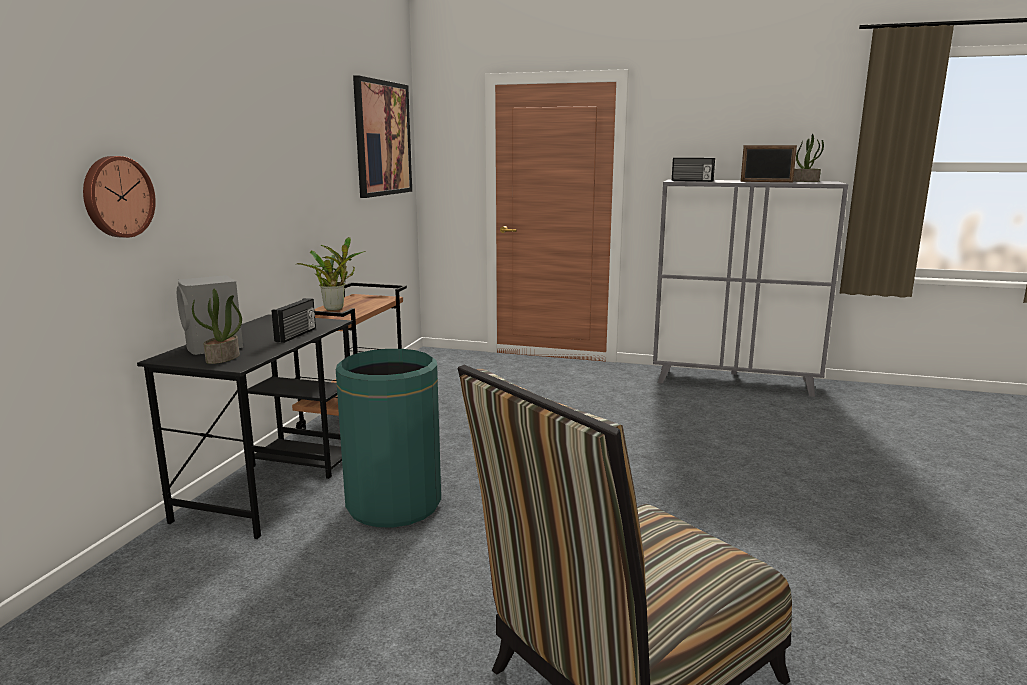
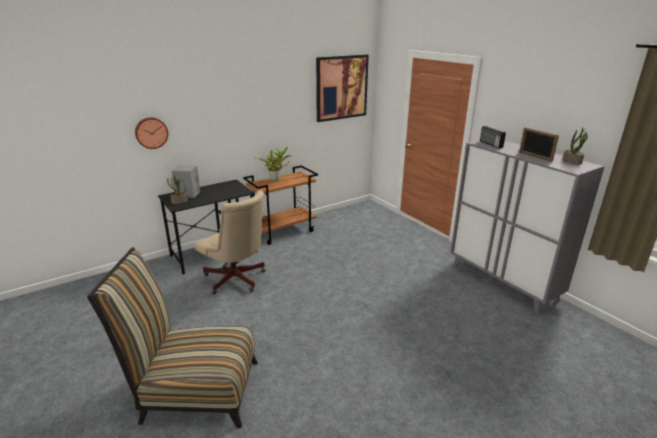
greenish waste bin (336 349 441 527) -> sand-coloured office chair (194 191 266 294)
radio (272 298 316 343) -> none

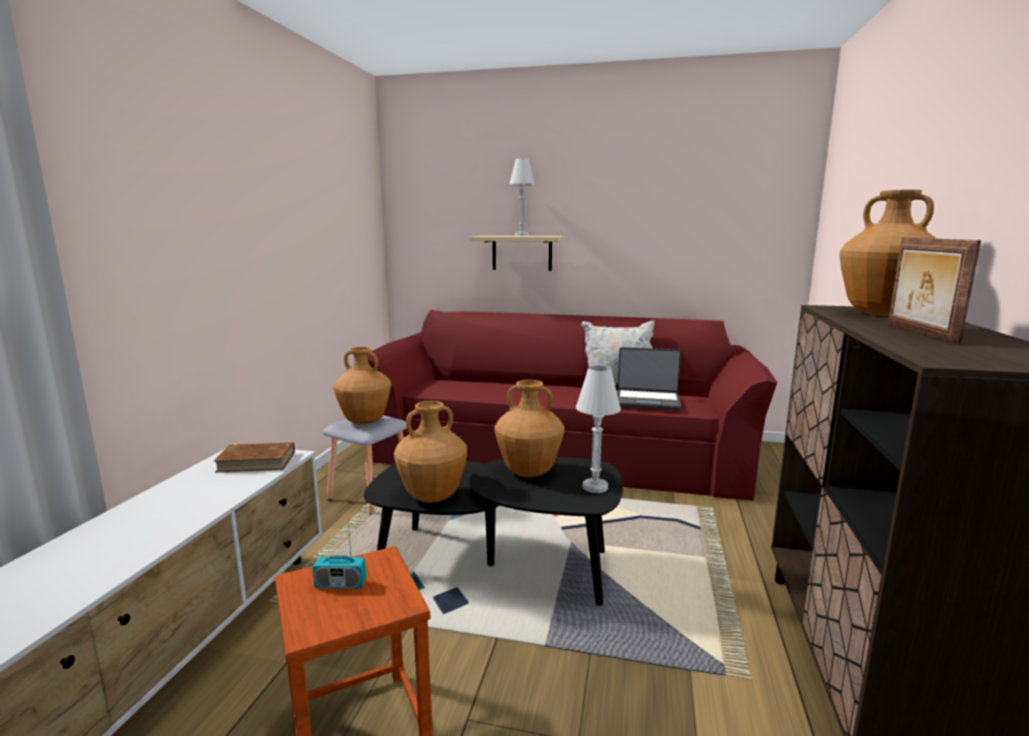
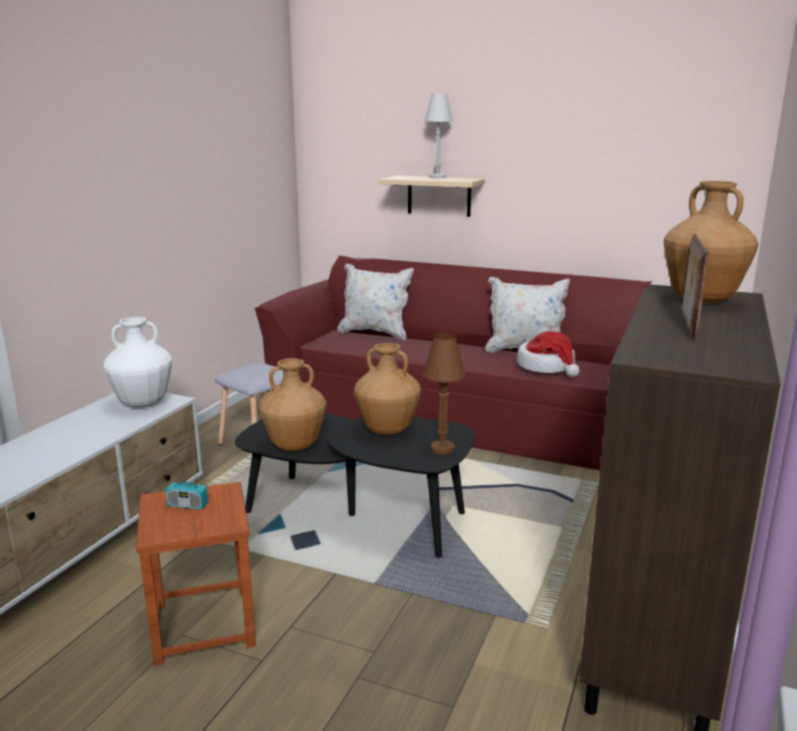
brown-coloured book (213 442 295 472) -> white-coloured flower vase (103 317 172 407)
none -> white-coloured throw pillow (337 263 414 340)
white-coloured tabletop lamp (576 365 621 493) -> brown-coloured tabletop lamp (423 334 466 454)
laptop (617 347 681 410) -> hat (517 331 580 377)
brown-coloured flower vase (333 347 391 424) -> none

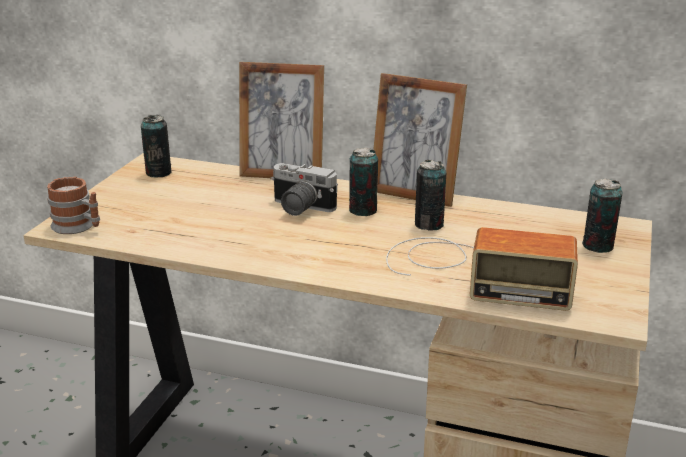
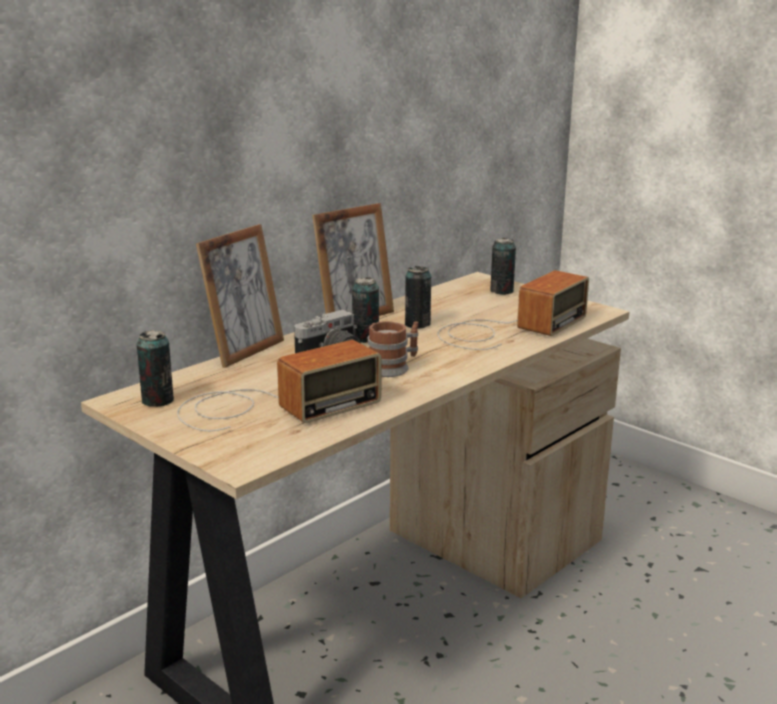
none -> radio (177 340 381 431)
mug (47 177 100 234) -> mug (368 321 418 377), relocated

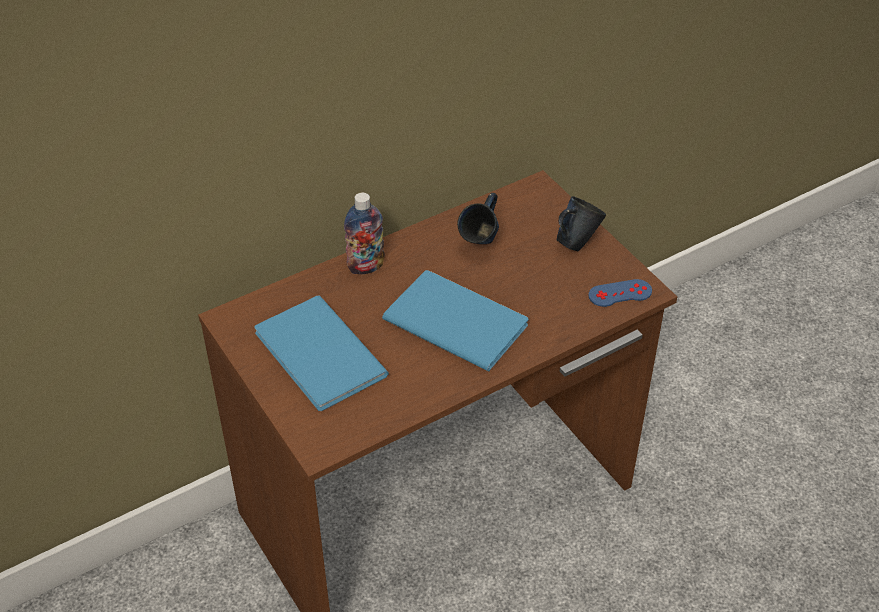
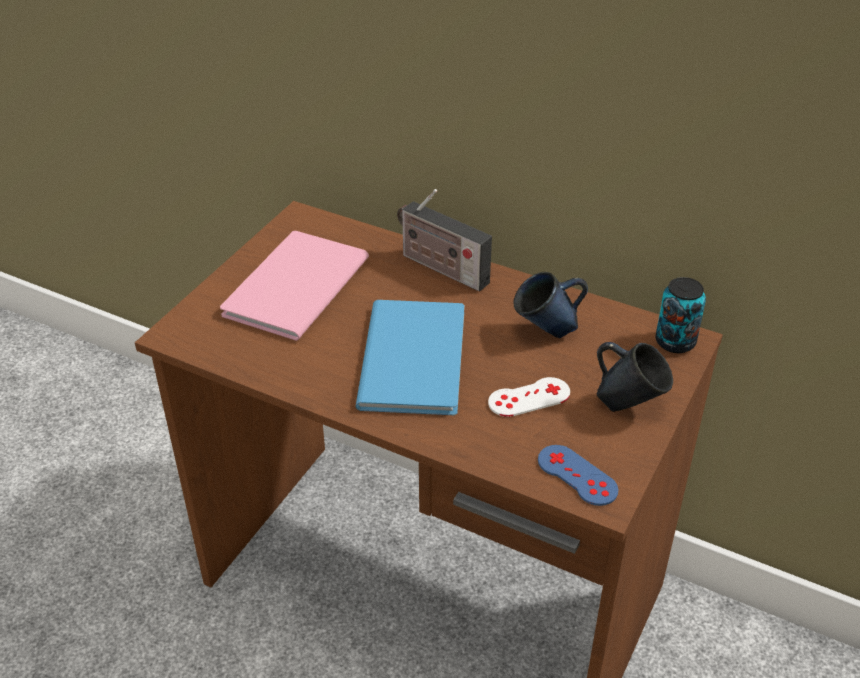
blue book (254 295 389 411) -> pink-coloured book (220 231 369 341)
bottle (344 193 384 274) -> radio (397 189 492 292)
none -> white-coloured joypad (488 377 570 417)
none -> can (655 277 706 353)

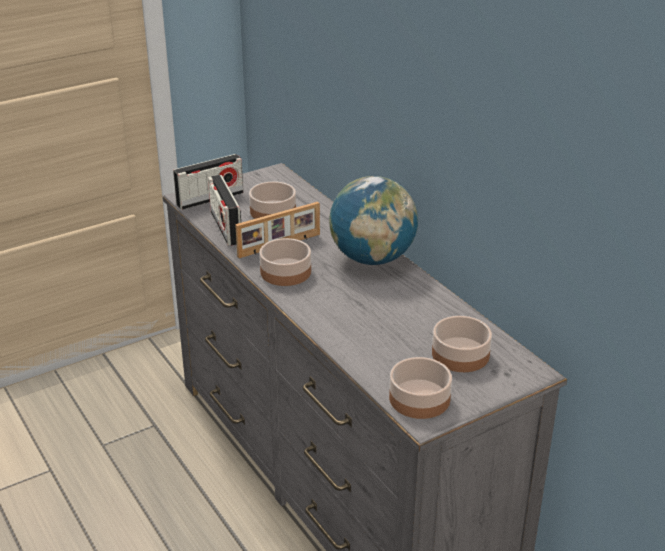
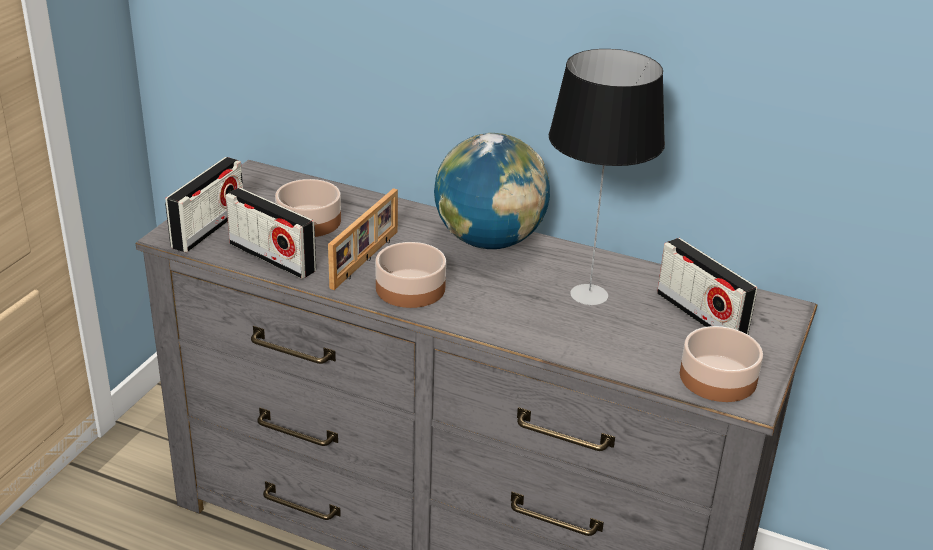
none -> tabletop lamp (549 49 665 305)
serving bowl (432 316 492 372) -> radio (657 238 758 335)

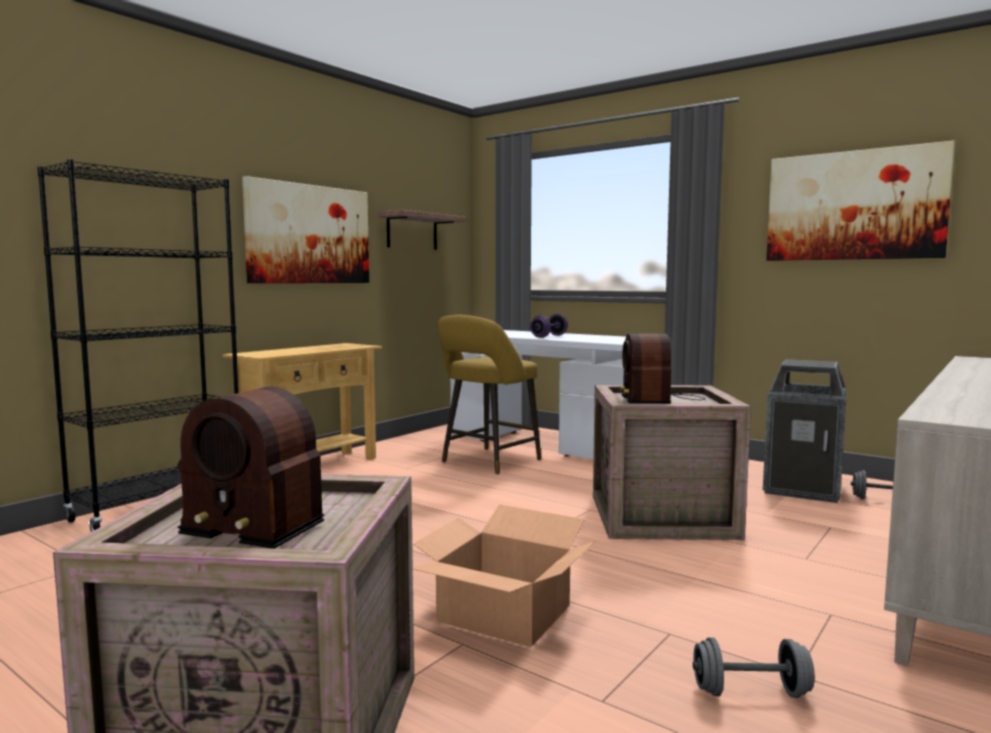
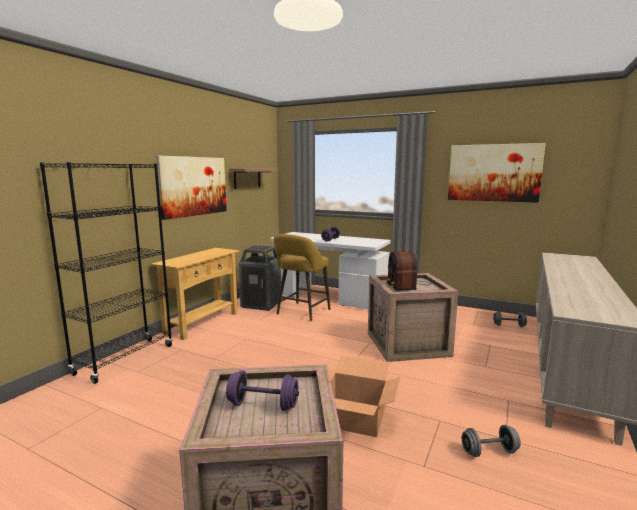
radio (177 387 324 549) -> purplish dumbbell (226 370 299 411)
waste bin (763 359 847 503) -> waste bin (239 245 281 311), relocated

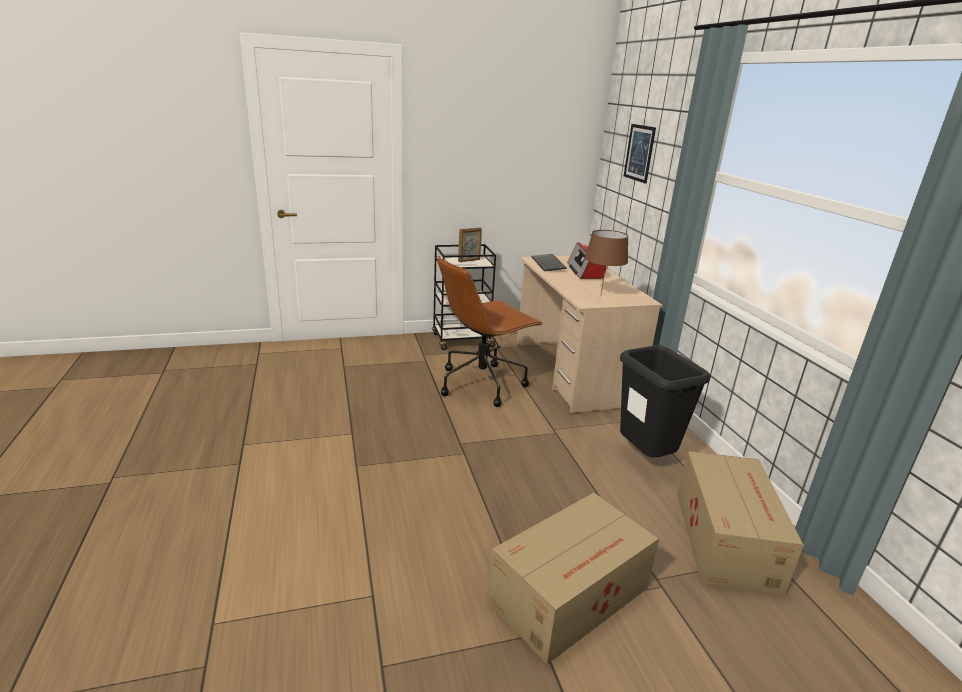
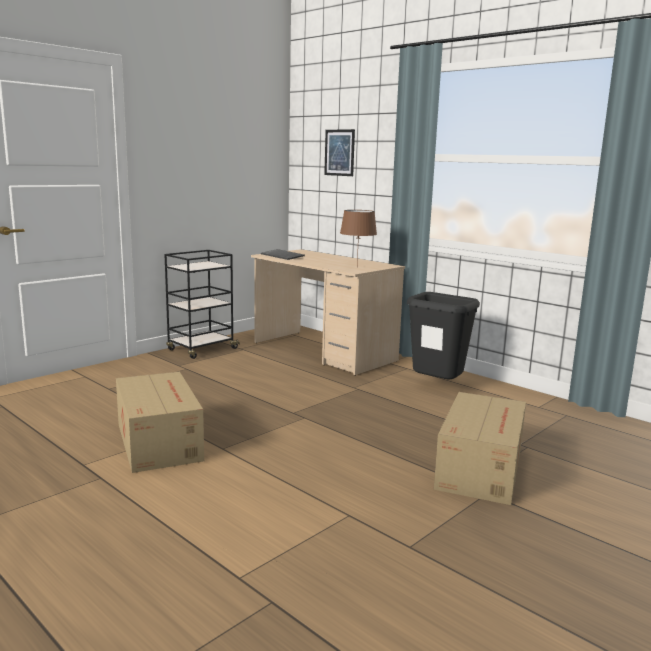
carton (677 451 804 595) -> carton (116 371 204 473), relocated
brown-coloured office chair (437 257 543 407) -> none
photo frame (458 227 482 262) -> none
radio (567 242 607 279) -> none

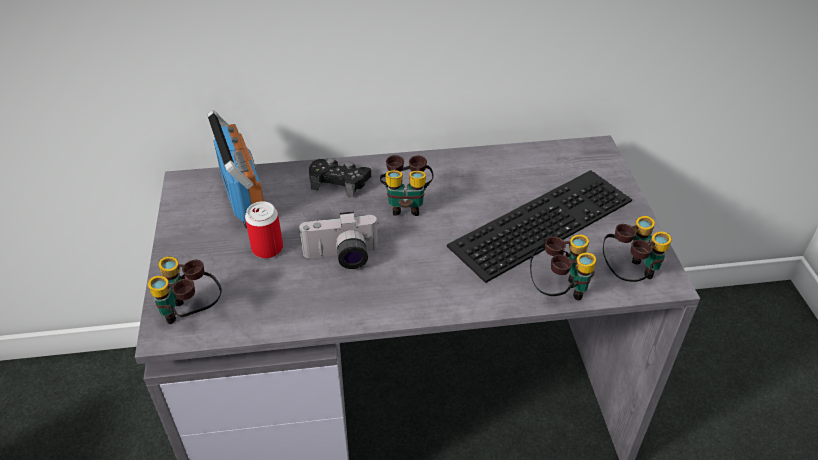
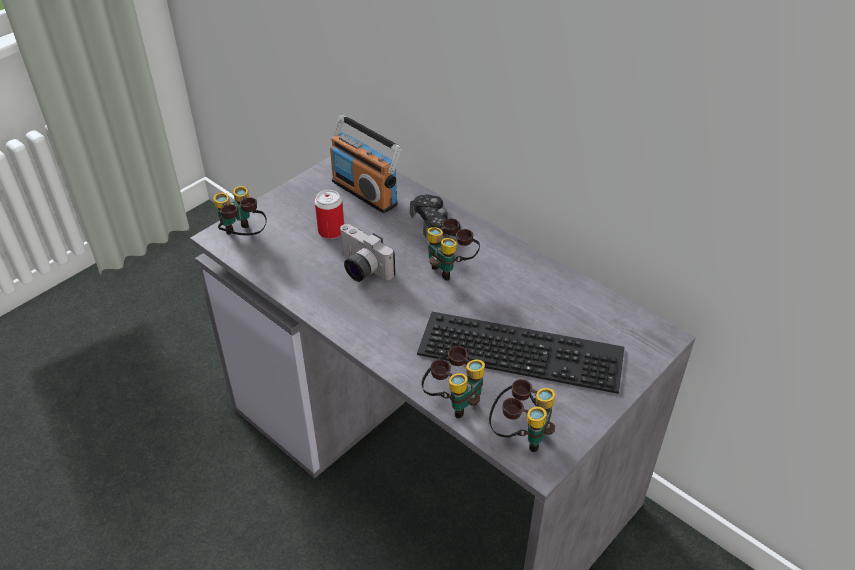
radio (207 110 264 228) -> radio (330 115 402 213), 105 degrees clockwise

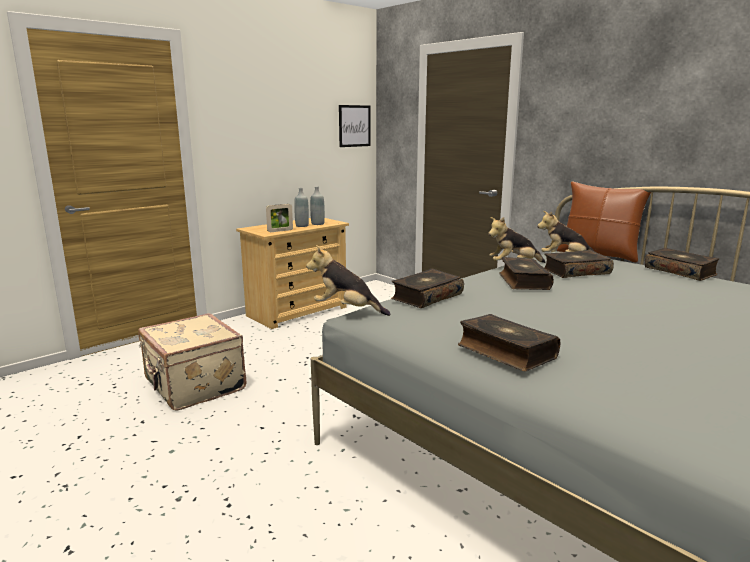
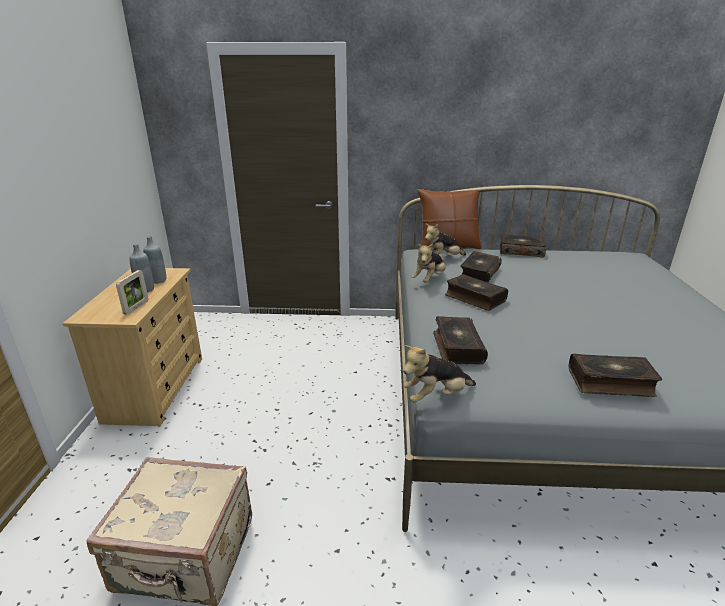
wall picture (339 105 370 147) -> none

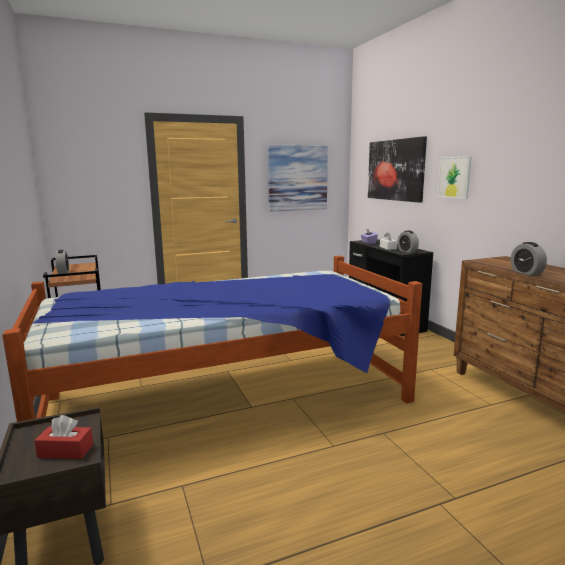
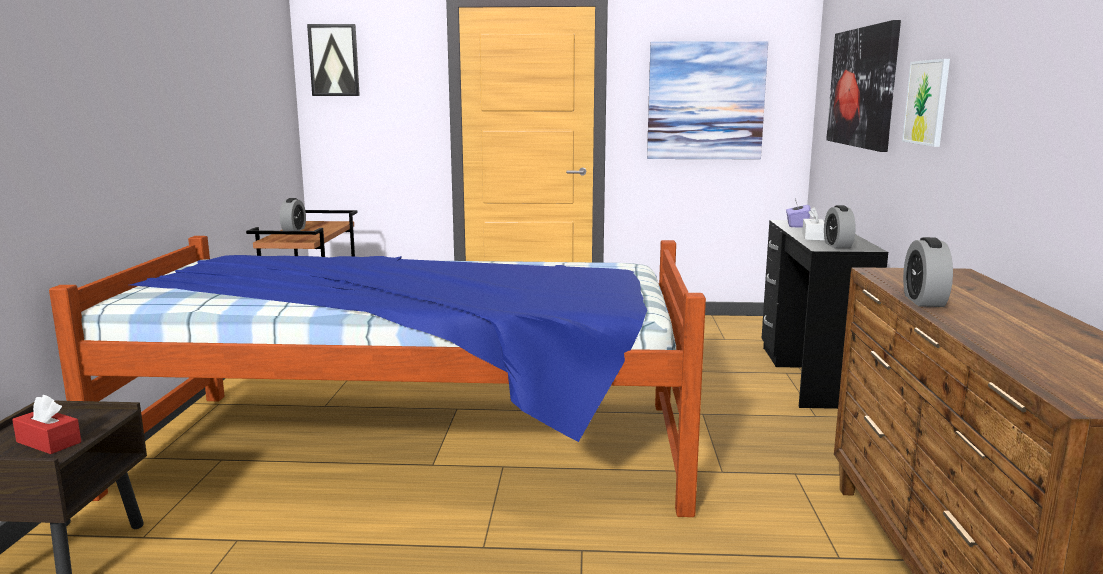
none -> wall picture (307 24 360 96)

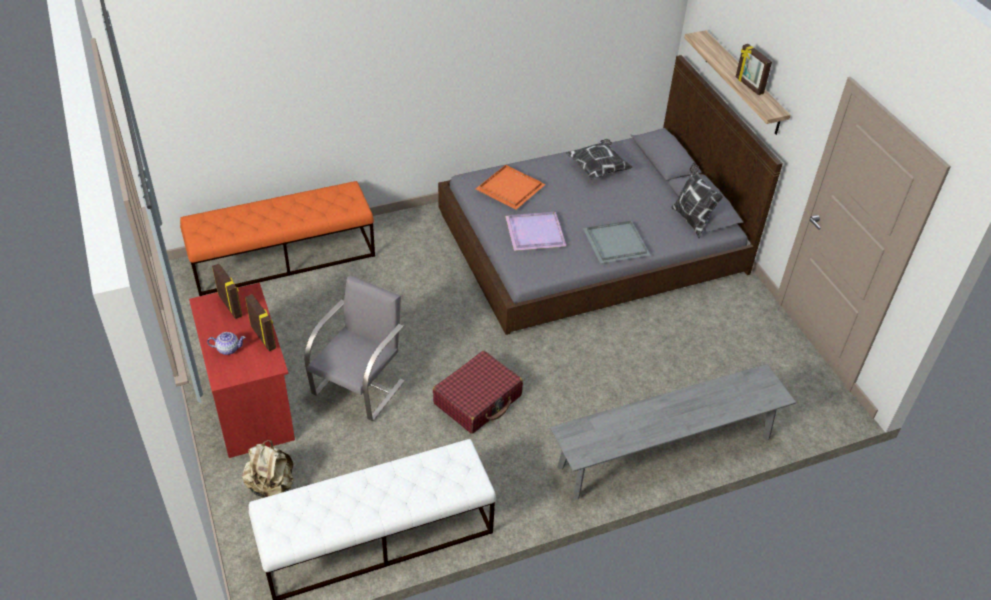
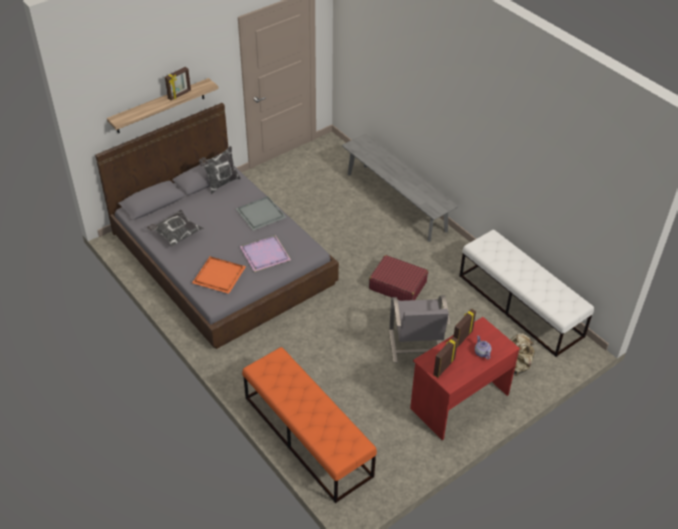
grey plain chair (304 275 405 421) -> grey plain chair (389 295 451 363), 105 degrees counterclockwise

